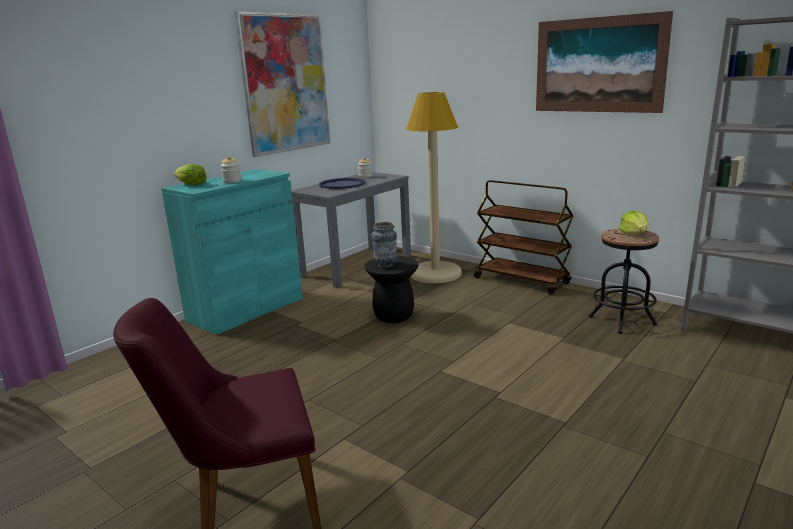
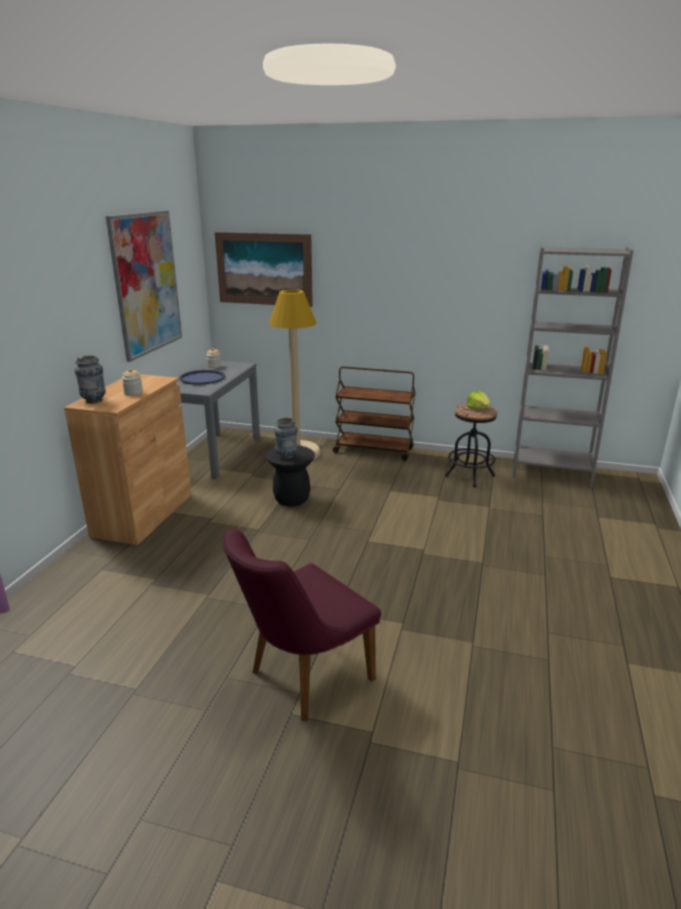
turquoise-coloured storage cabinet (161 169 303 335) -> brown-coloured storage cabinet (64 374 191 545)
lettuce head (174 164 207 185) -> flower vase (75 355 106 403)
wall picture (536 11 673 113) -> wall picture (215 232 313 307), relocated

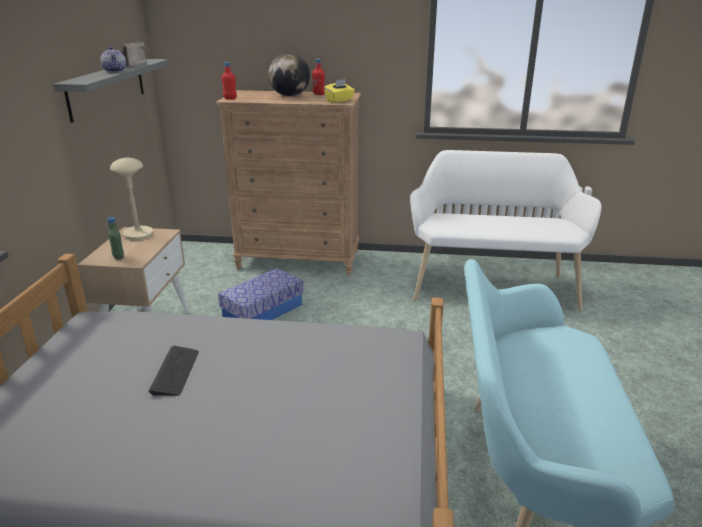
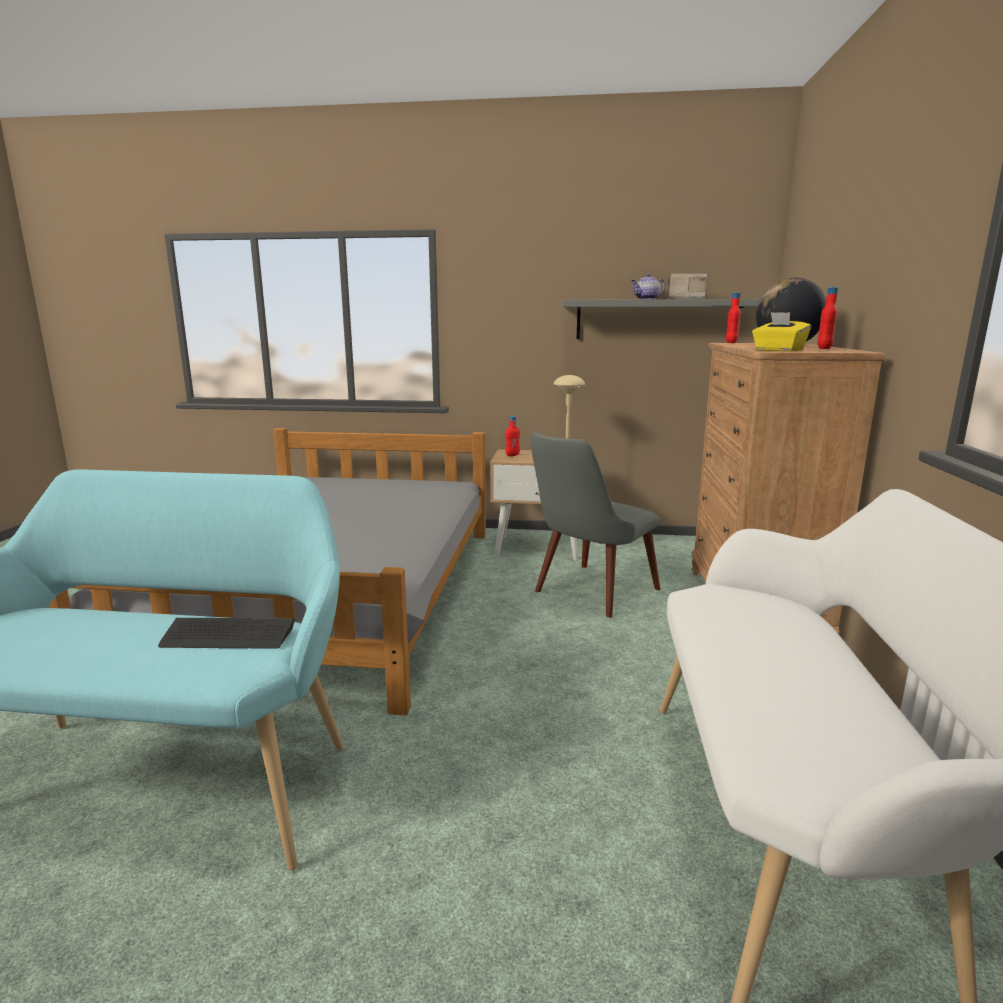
PC keyboard (148 346 199 396) -> PC keyboard (158 618 295 649), relocated
greenish bottle (108 217 124 260) -> red-coloured bottle (506 416 520 456)
storage container (218 268 304 320) -> grey plain chair (531 432 660 618)

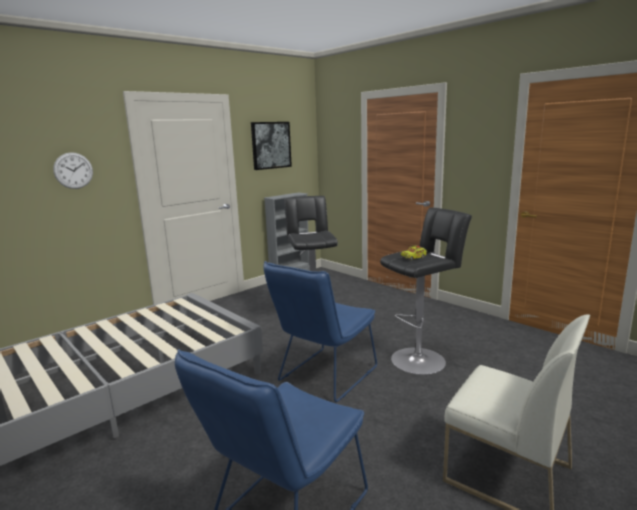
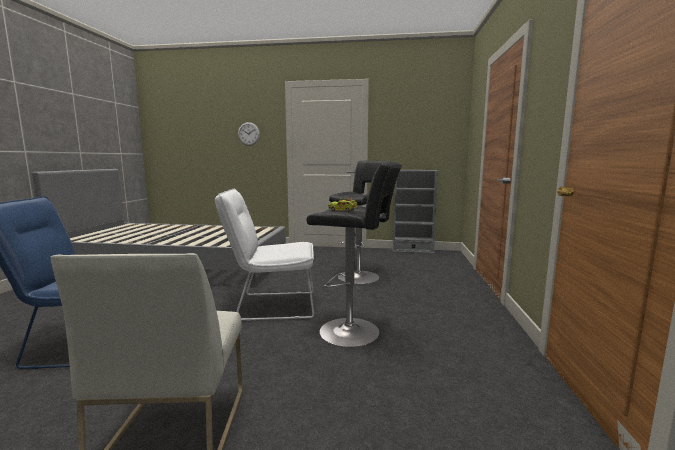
blue plain chair (263 261 377 402) -> white-coloured plain chair (215 189 314 321)
wall picture (251 122 292 170) -> none

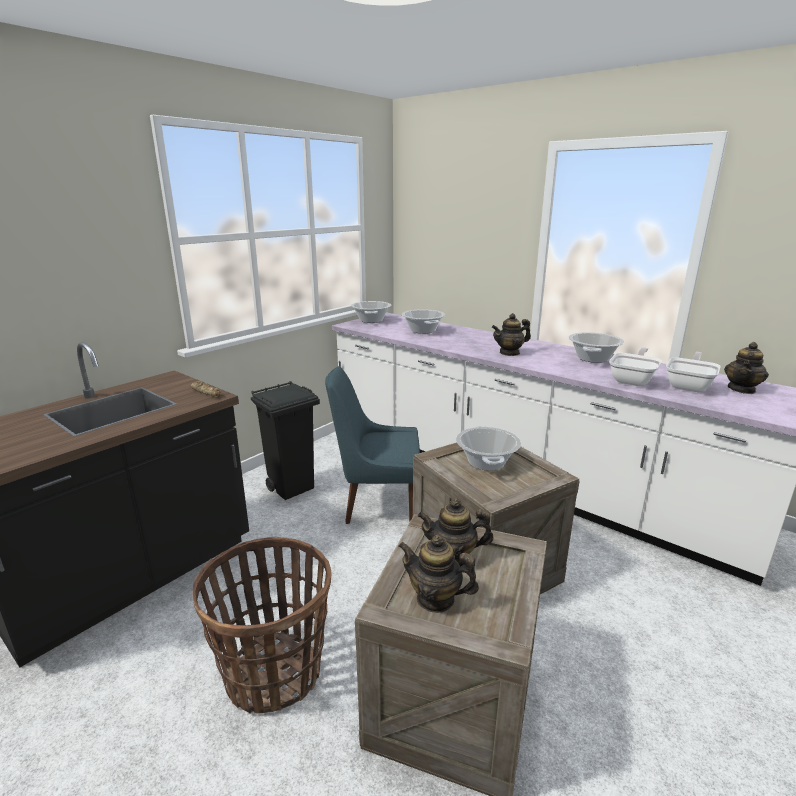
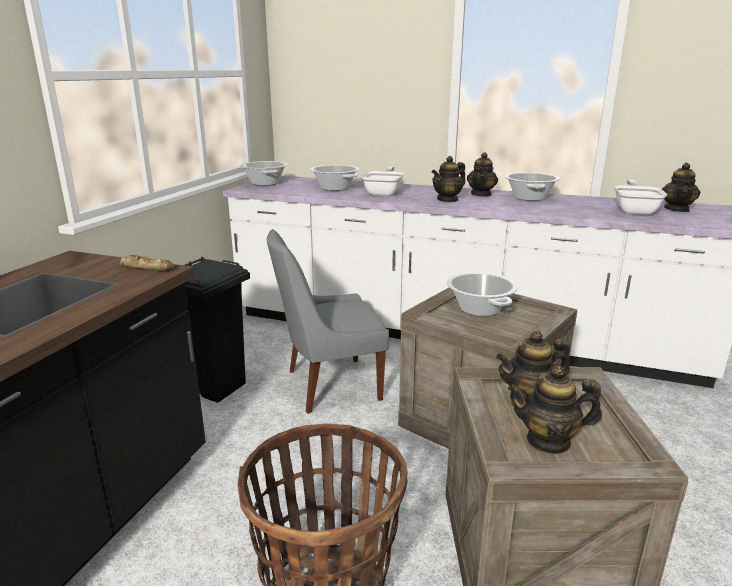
blue plain chair (325 366 420 524) -> grey plain chair (267 229 389 414)
frying pan (609 347 662 386) -> frying pan (361 166 404 196), relocated
none -> pot for tea (467 152 498 197)

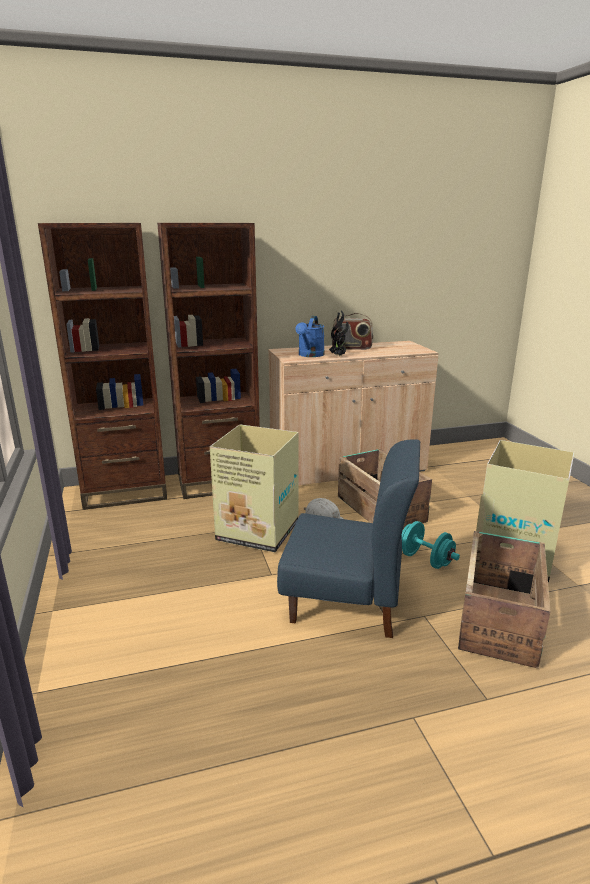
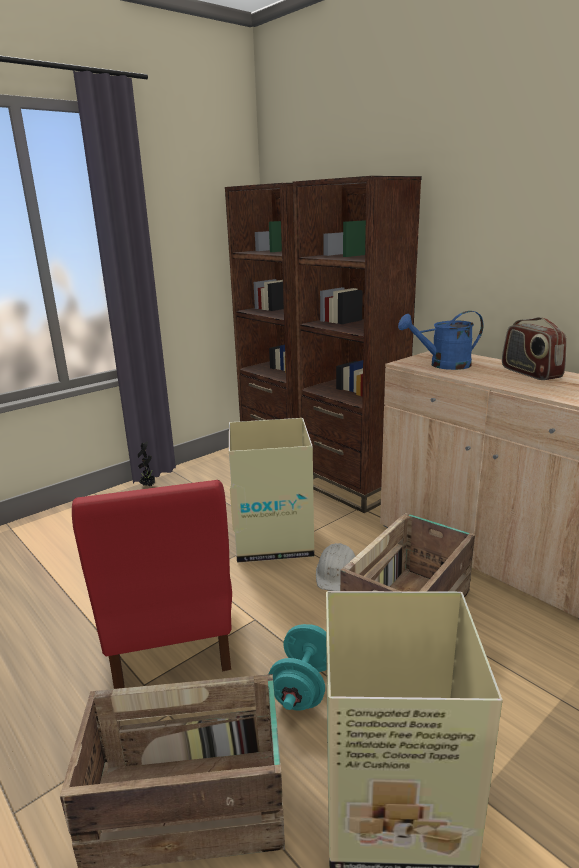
blue plain chair (277 439 420 638) -> red-coloured plain chair (72 480 232 689)
houseplant (329 311 349 356) -> houseplant (138 441 156 487), relocated

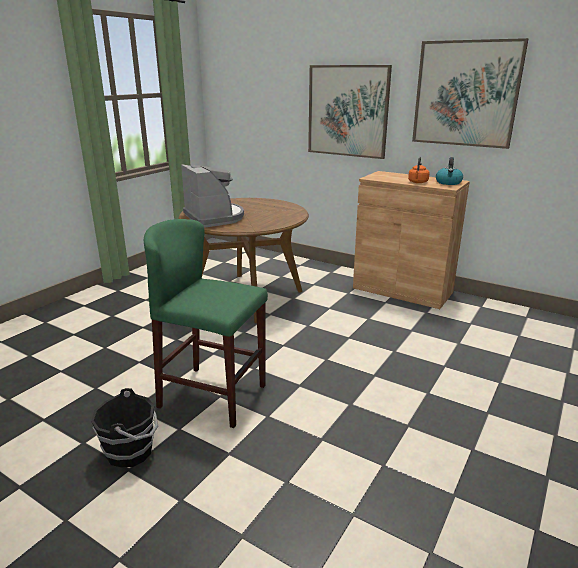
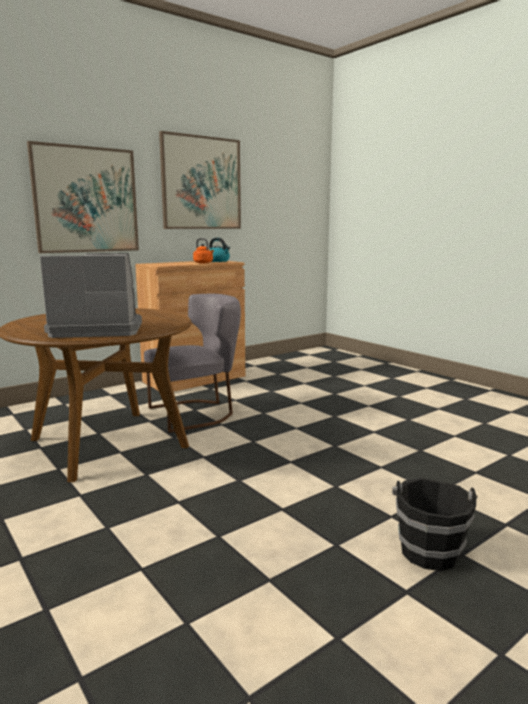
none -> grey plain chair (144 294 241 433)
greenish sitting stool (144 219 268 428) -> none

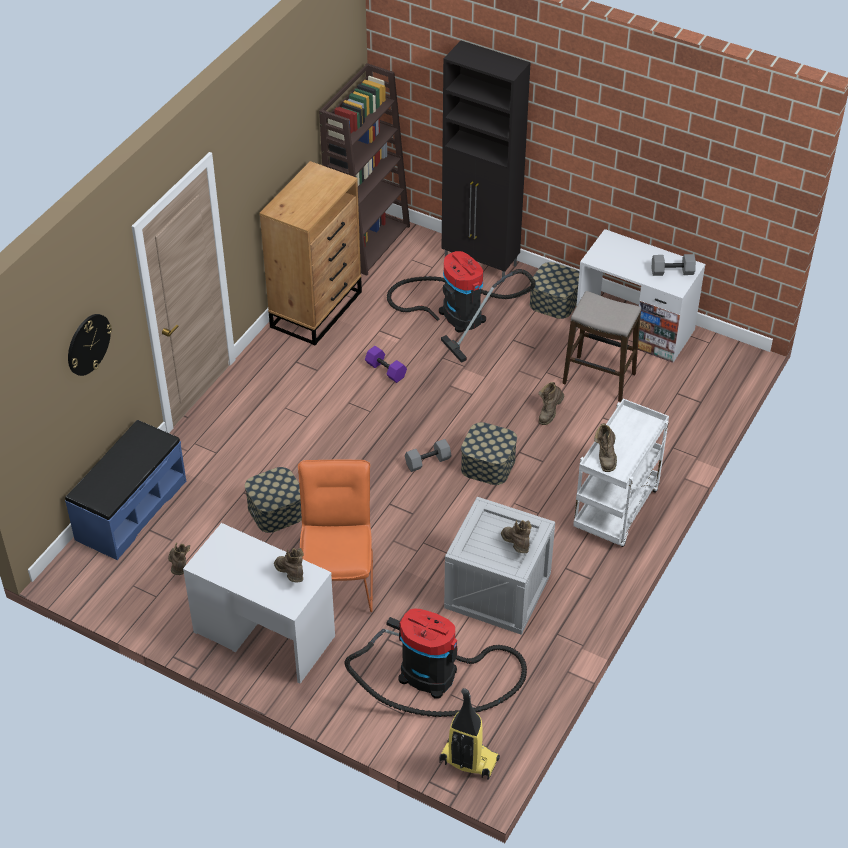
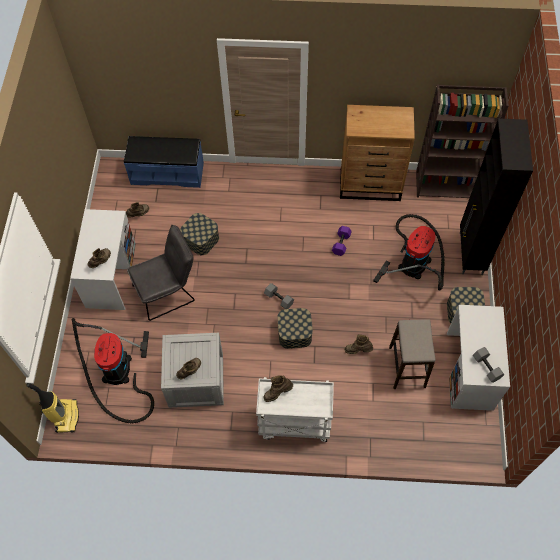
orangey plain chair (298 459 373 612) -> grey plain chair (127 225 195 321)
wall clock (68 314 112 376) -> none

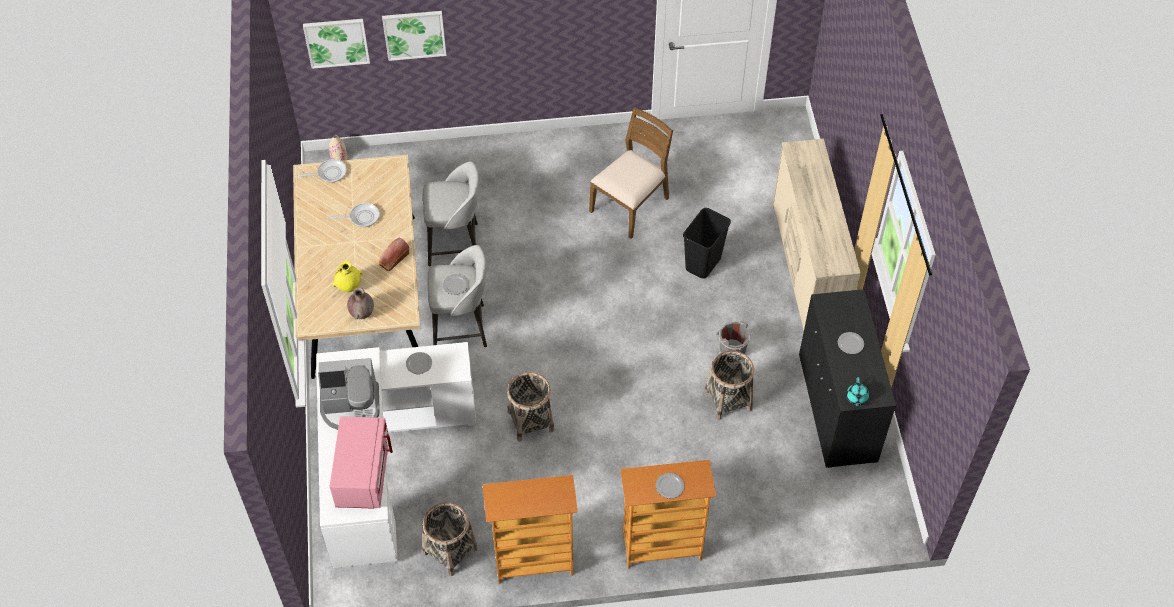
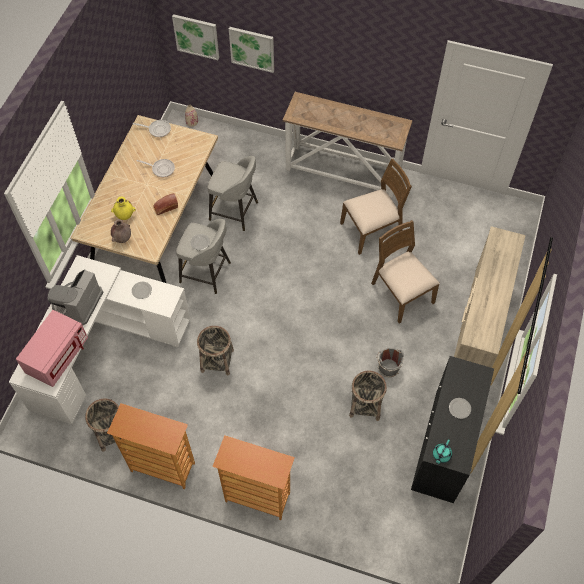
coffee machine (318 358 380 430) -> coffee machine (48 269 103 325), 90 degrees clockwise
none -> narrow table (283 92 413 198)
black-coloured waste bin (683 208 731 279) -> brown-coloured plain chair (371 220 440 324)
dinner plate (656 473 684 498) -> none

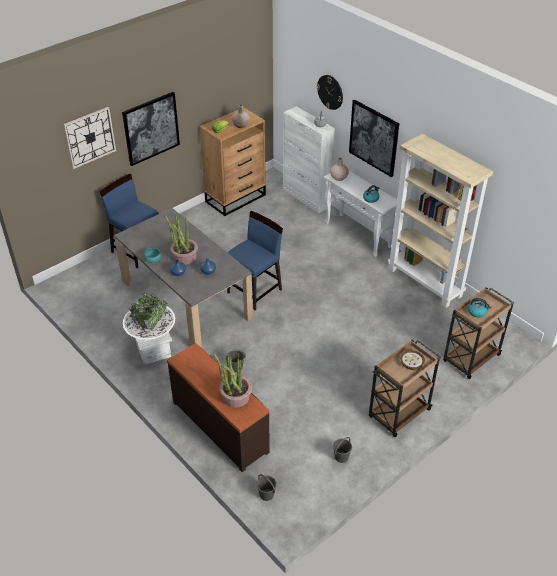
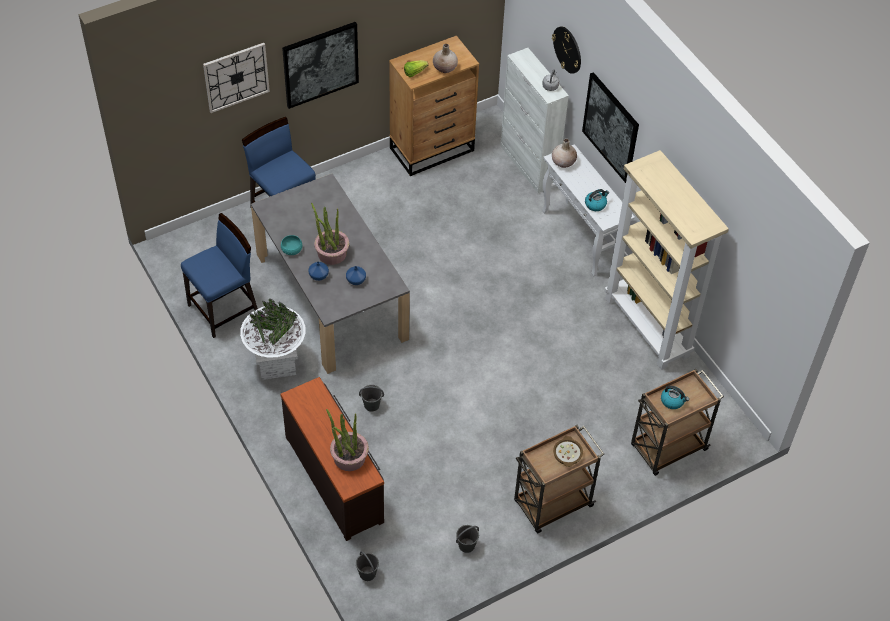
blue plain chair (227 211 283 310) -> blue plain chair (181 213 258 338), relocated

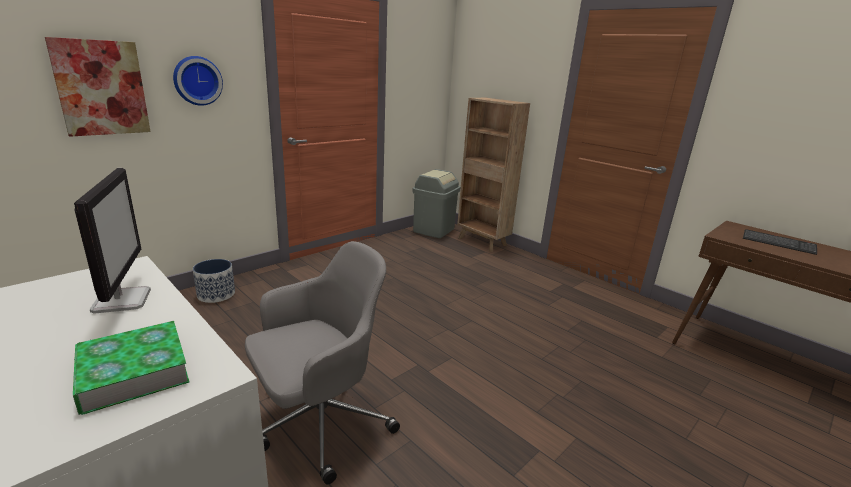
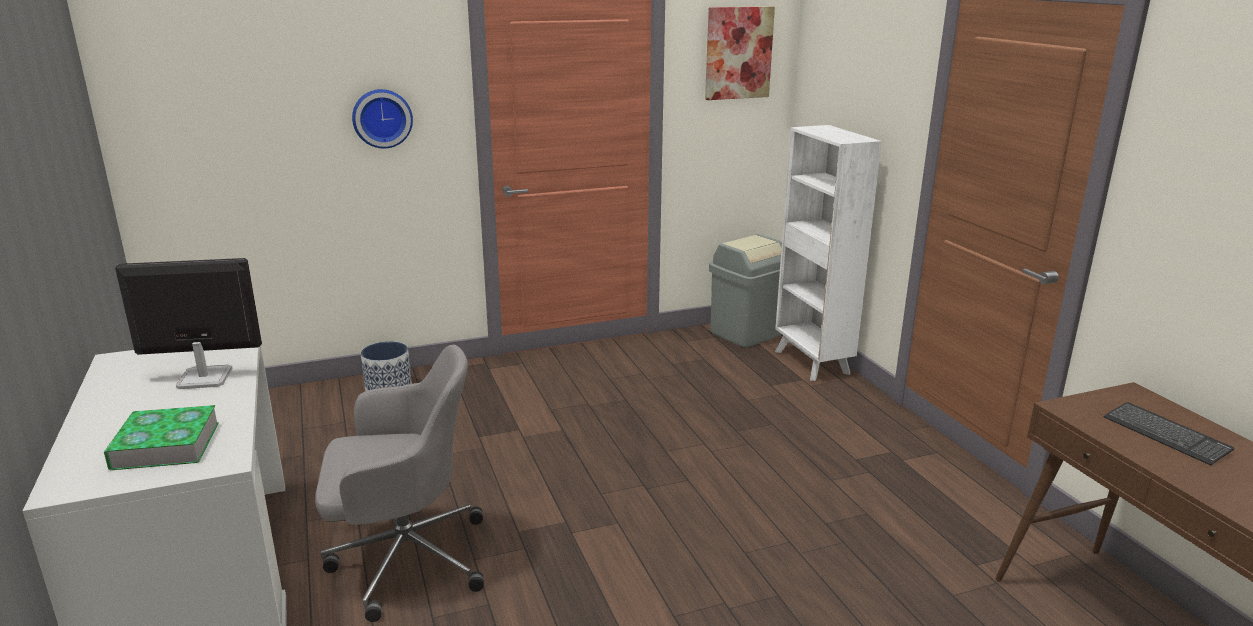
monitor (74 168 151 314) -> monitor (115 258 262 389), 105 degrees counterclockwise
wall picture (45 37 151 137) -> wall picture (705 6 775 100), relocated
brown-coloured bookcase (457 98 530 252) -> white-coloured bookcase (775 125 882 381)

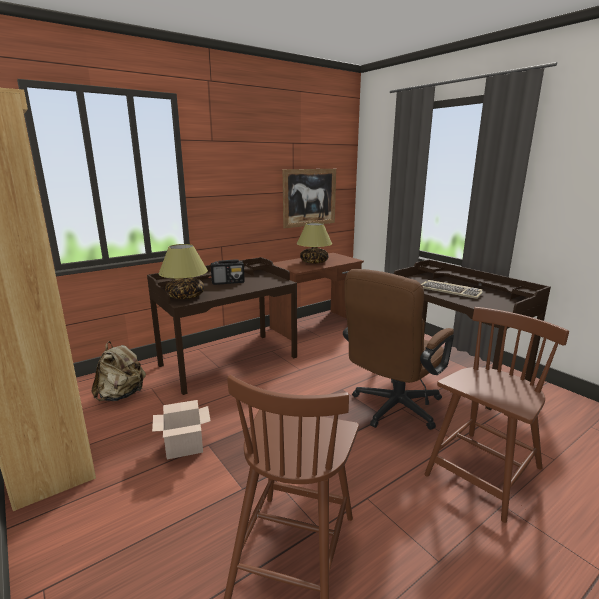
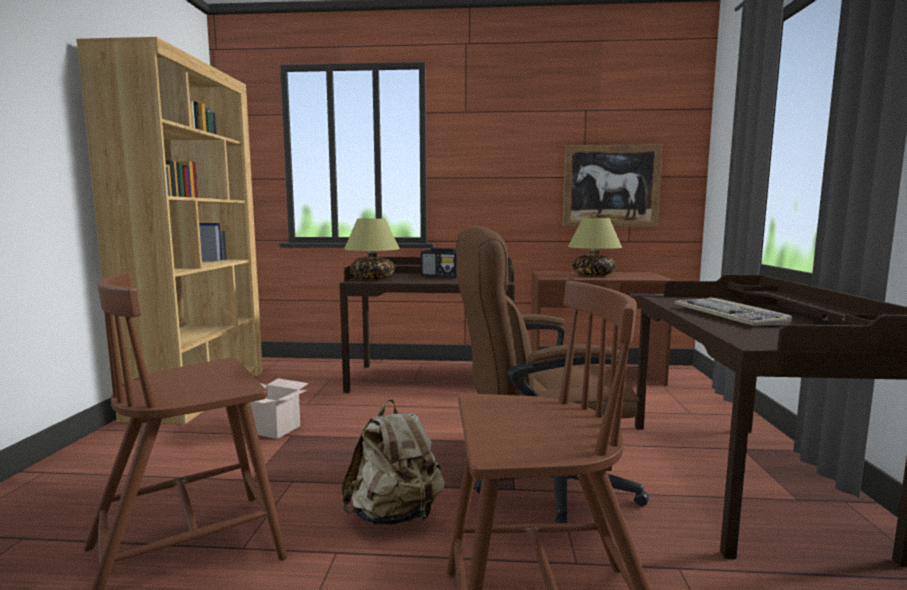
sand-coloured knapsack (92 341 146 401) -> sand-coloured knapsack (341 399 445 525), relocated

